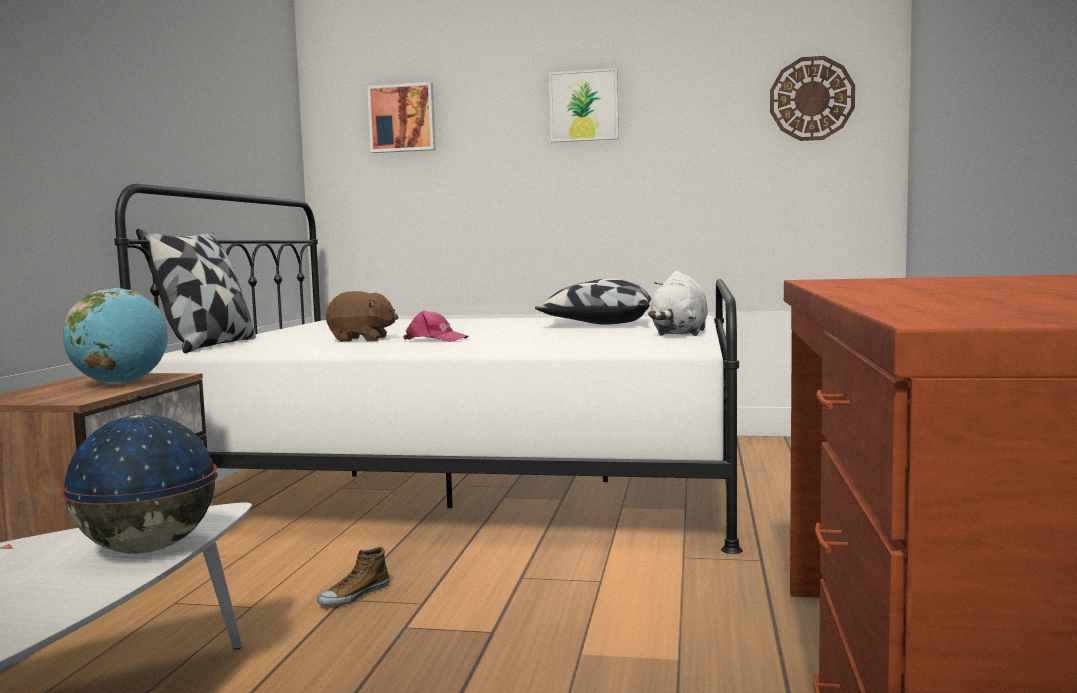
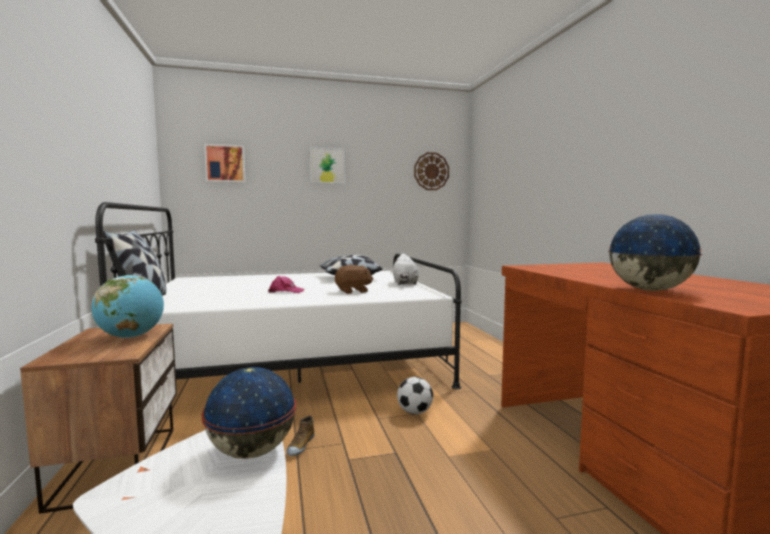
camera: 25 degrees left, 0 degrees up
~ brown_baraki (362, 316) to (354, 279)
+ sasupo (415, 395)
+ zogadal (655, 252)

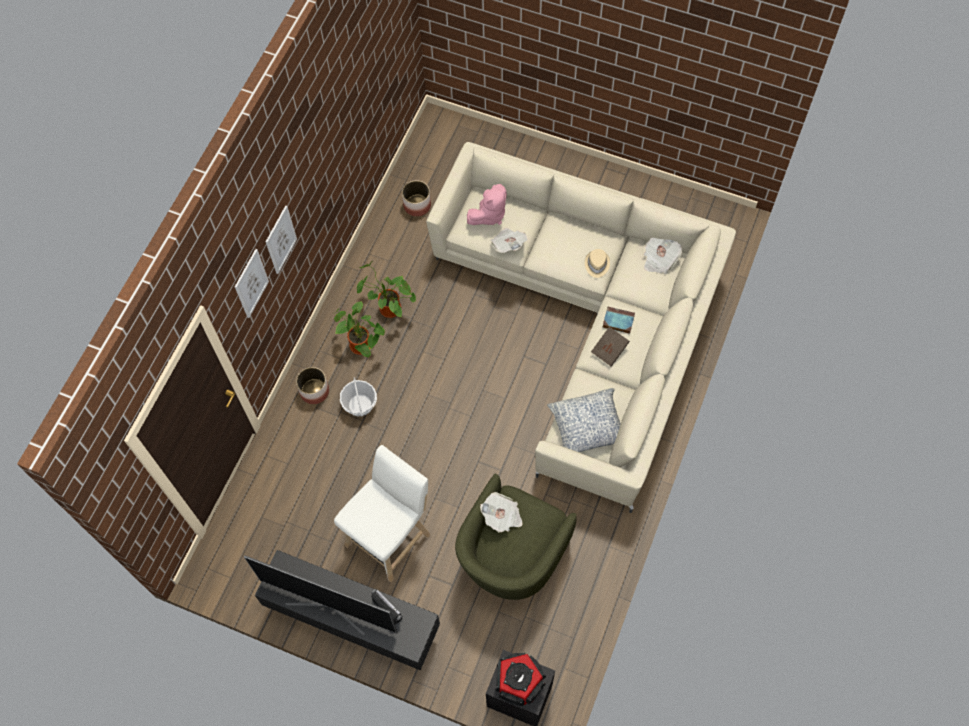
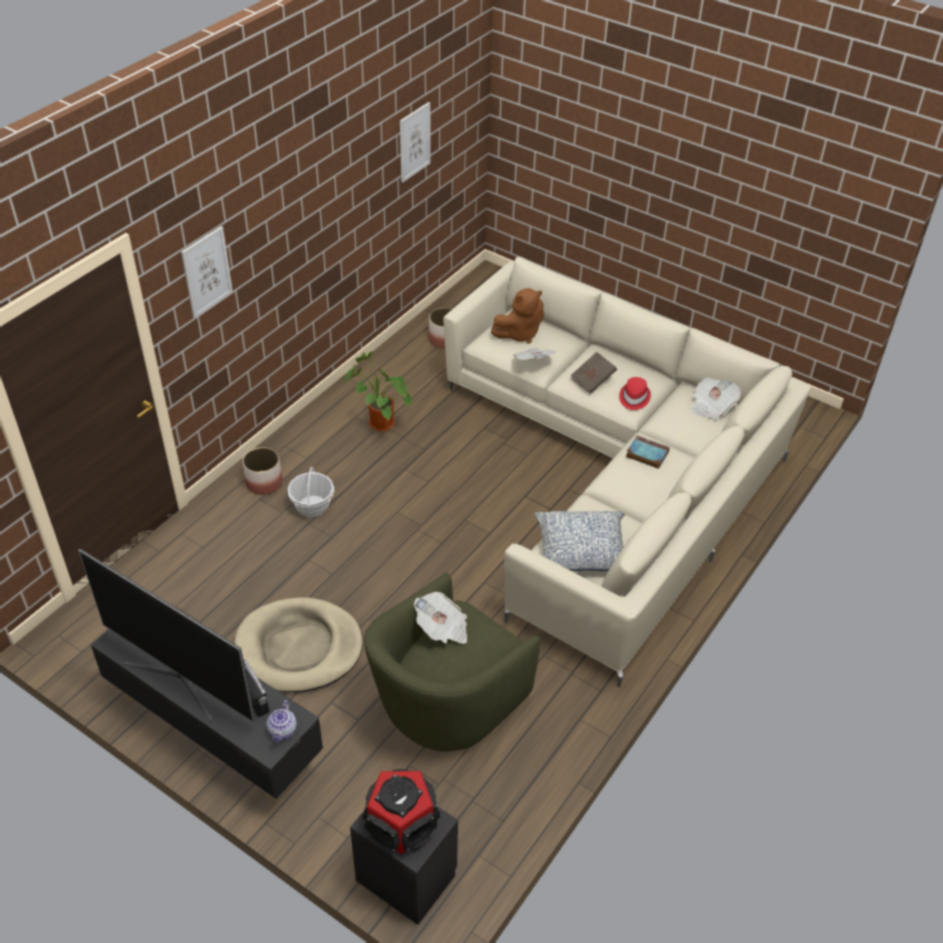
camera: 10 degrees right, 20 degrees down
~ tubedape (281, 239) to (415, 142)
- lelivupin (359, 329)
~ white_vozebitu (382, 513) to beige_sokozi (298, 644)
~ pink_baraki (487, 204) to brown_baraki (517, 316)
~ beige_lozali (597, 263) to red_lozali (635, 393)
~ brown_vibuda (610, 347) to (593, 373)
+ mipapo (282, 721)

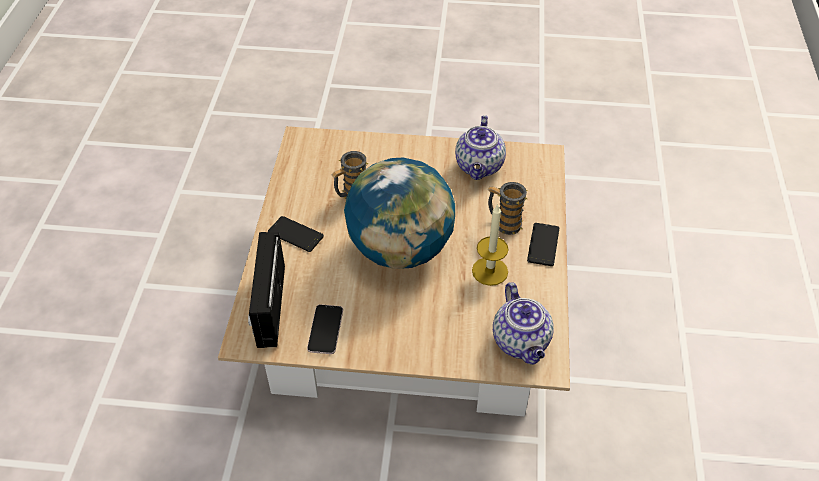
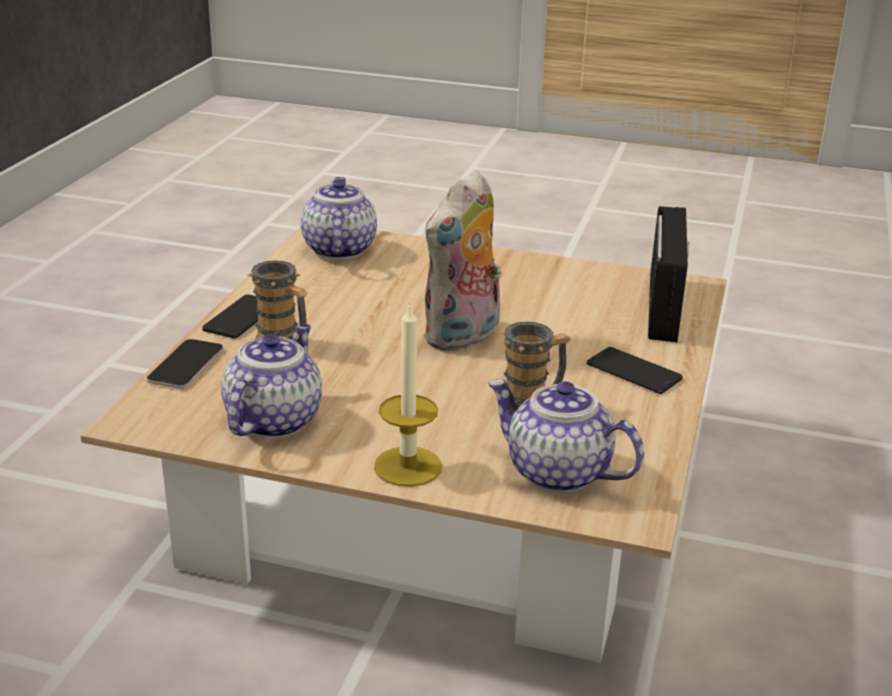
camera: 170 degrees left, 20 degrees down
~ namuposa (325, 329) to (185, 364)
~ zogadal (399, 213) to baraki (462, 260)
~ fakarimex (490, 245) to (408, 394)
+ mipapo (566, 436)

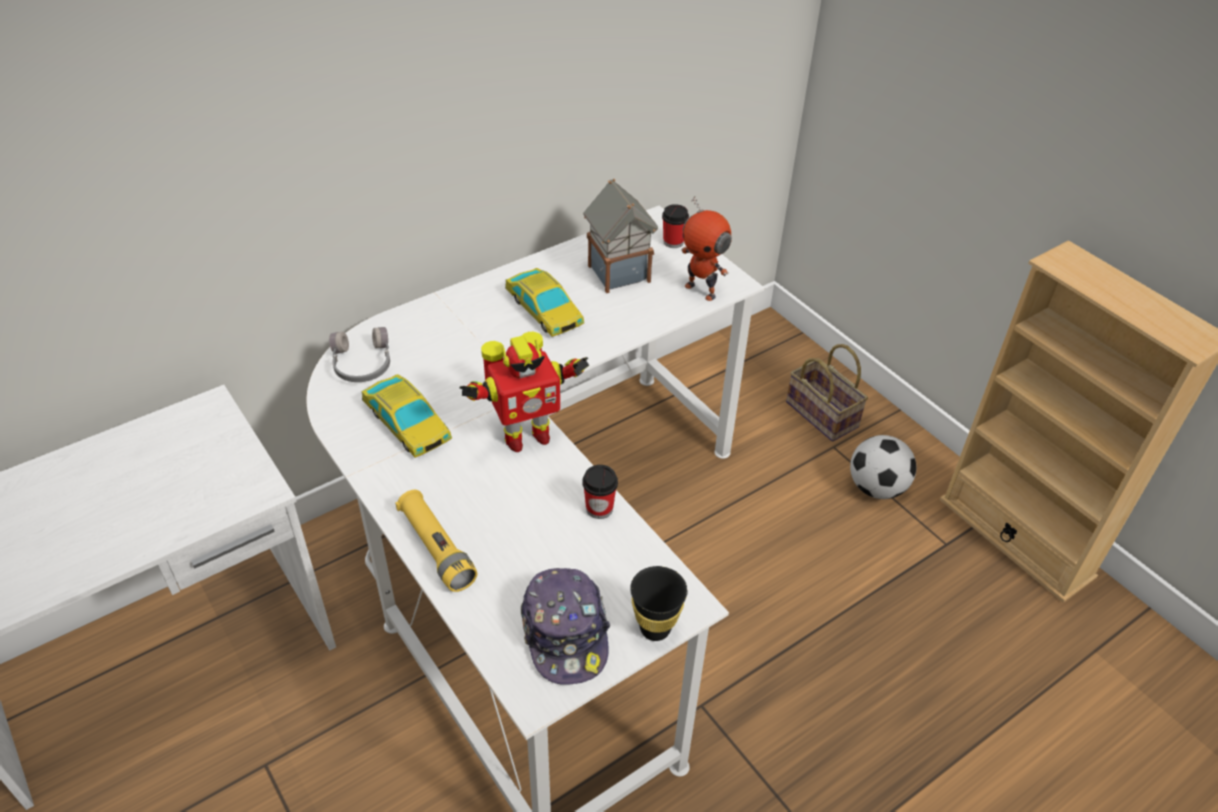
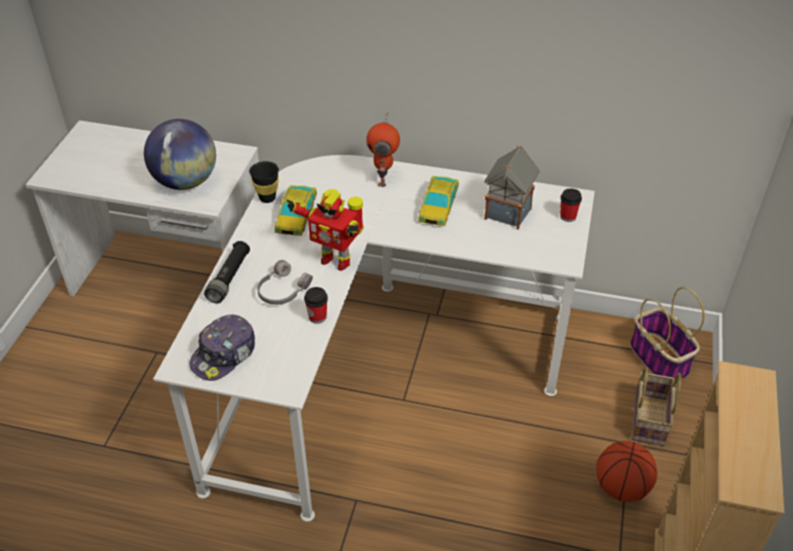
camera: 50 degrees right, 0 degrees up
~ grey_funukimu (359, 354) to (285, 282)
~ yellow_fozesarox (436, 541) to black_fozesarox (227, 272)
~ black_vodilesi (659, 603) to (264, 182)
~ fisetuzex (706, 248) to (383, 149)
~ sasupo (883, 467) to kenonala (626, 471)
+ zogadal (180, 154)
+ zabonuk (667, 334)

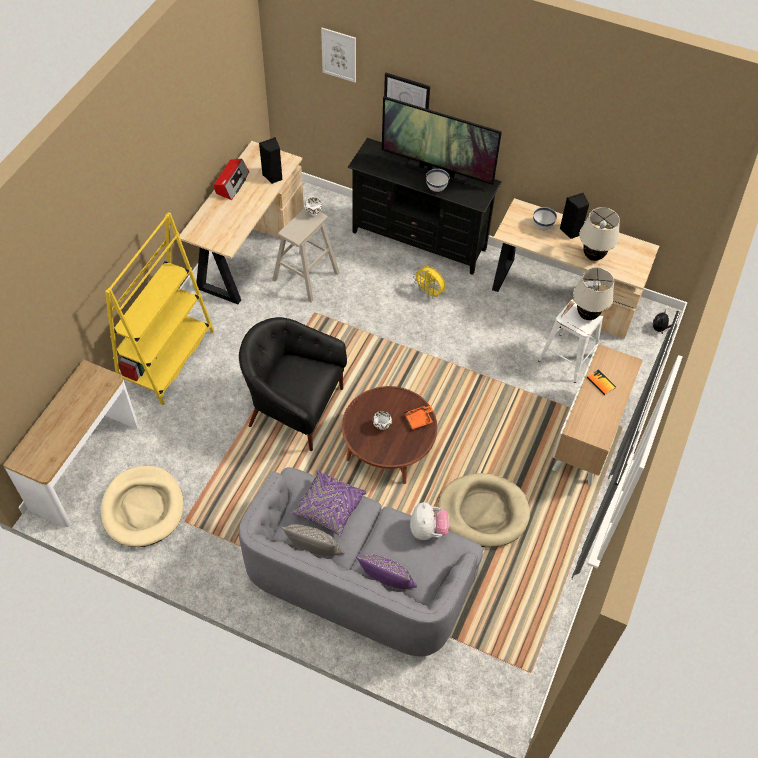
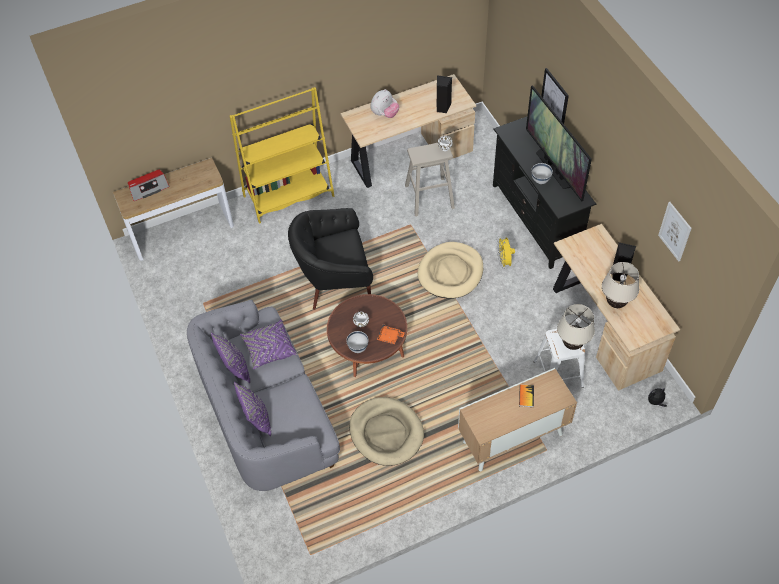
camera: 45 degrees right, 0 degrees up
~ beige_sokozi (142, 506) to (450, 270)
~ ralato (231, 179) to (149, 185)
~ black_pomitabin (293, 384) = (330, 259) 75 degrees counterclockwise
~ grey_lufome (313, 540) to purple_lufome (230, 357)
~ tubedape (338, 55) to (675, 231)
~ baraki (429, 521) to (385, 103)
~ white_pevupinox (545, 218) to (357, 342)

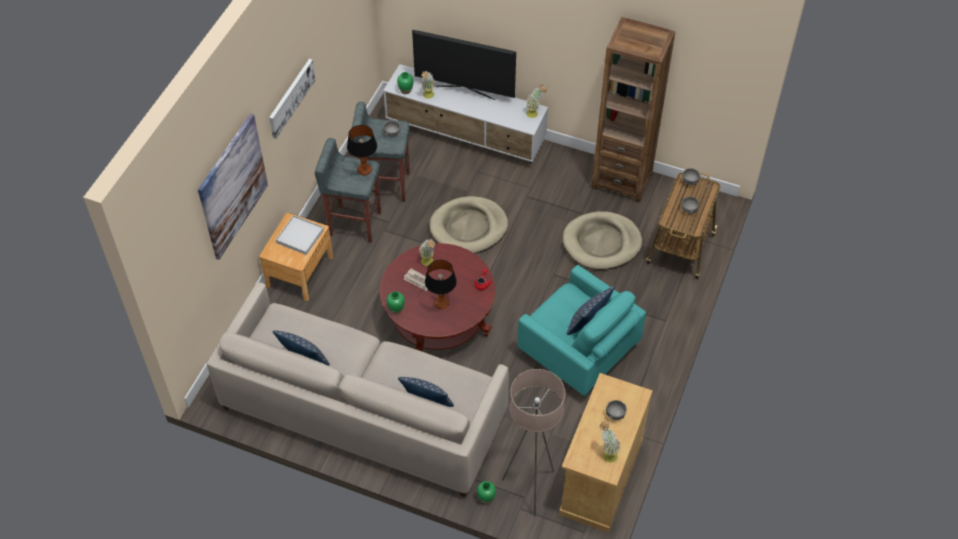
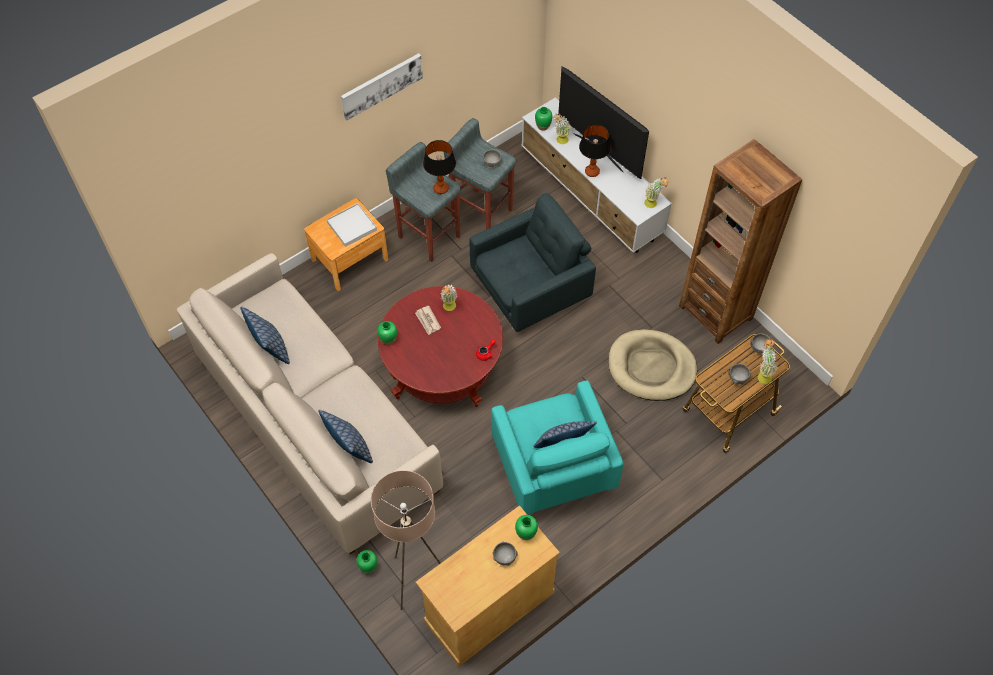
camera: 30 degrees right, 5 degrees up
- tubedape (233, 187)
~ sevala (441, 284) to (595, 151)
~ beige_sokozi (469, 225) to grey_pomitabin (532, 262)
~ lelivupin (610, 441) to (768, 361)
+ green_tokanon (526, 527)

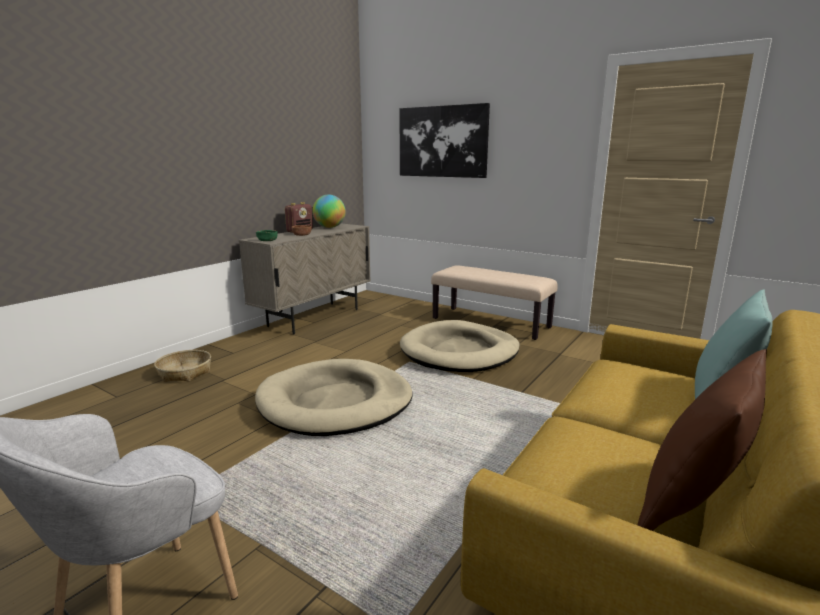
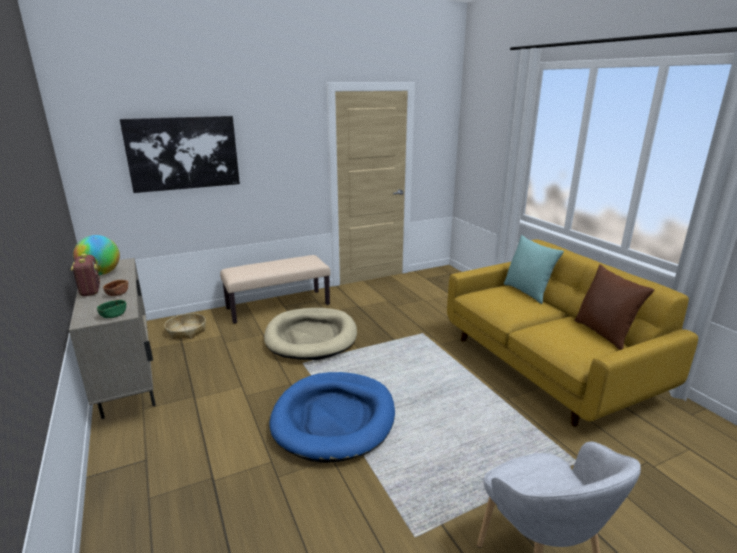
camera: 60 degrees left, 5 degrees up
~ zabonuk (182, 366) to (185, 326)
~ beige_sokozi (334, 397) to blue_sokozi (332, 417)

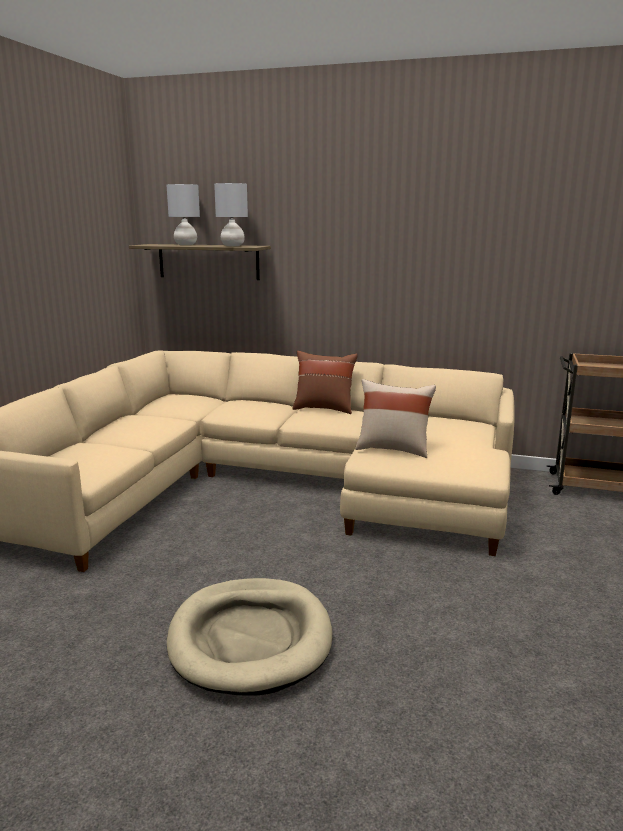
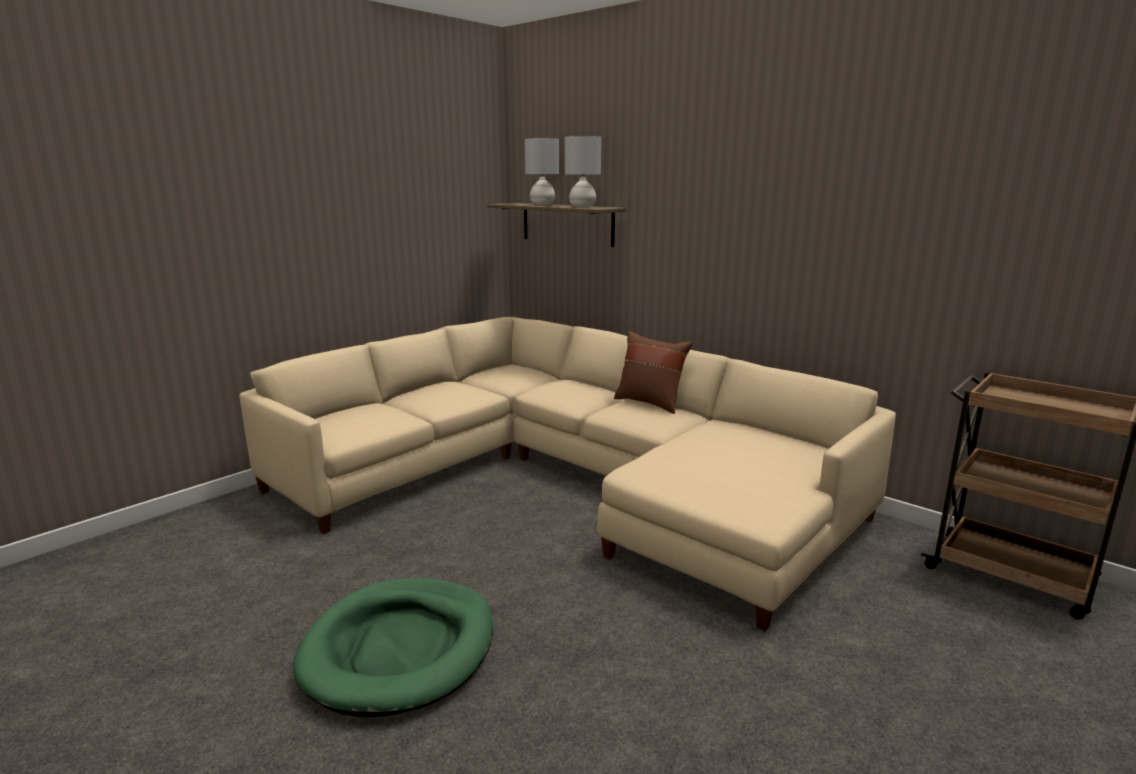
camera: 25 degrees right, 0 degrees up
~ beige_sokozi (249, 636) to green_sokozi (393, 647)
- beige_lufome (395, 418)

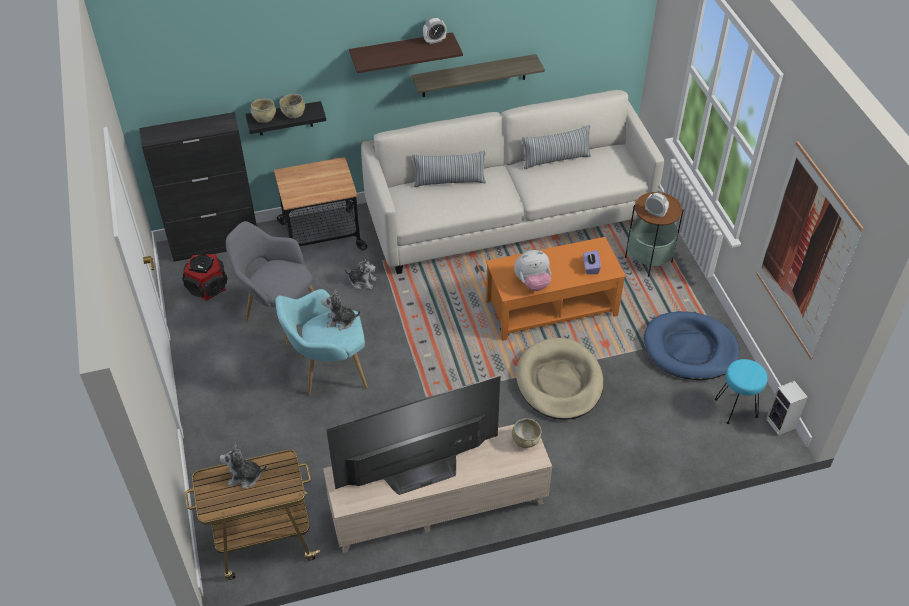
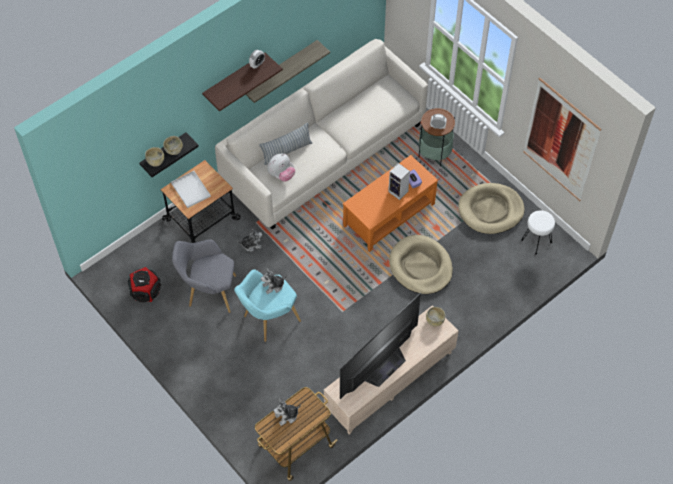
camera: 25 degrees left, 10 degrees up
- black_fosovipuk (198, 187)
~ baraki (532, 270) to (281, 167)
- lufome (556, 147)
~ blue_sokozi (692, 345) to beige_sokozi (491, 208)
~ turquoise_vozebitu (741, 391) to white_vozebitu (538, 232)
~ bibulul (787, 408) to (399, 181)
+ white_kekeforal (191, 189)

